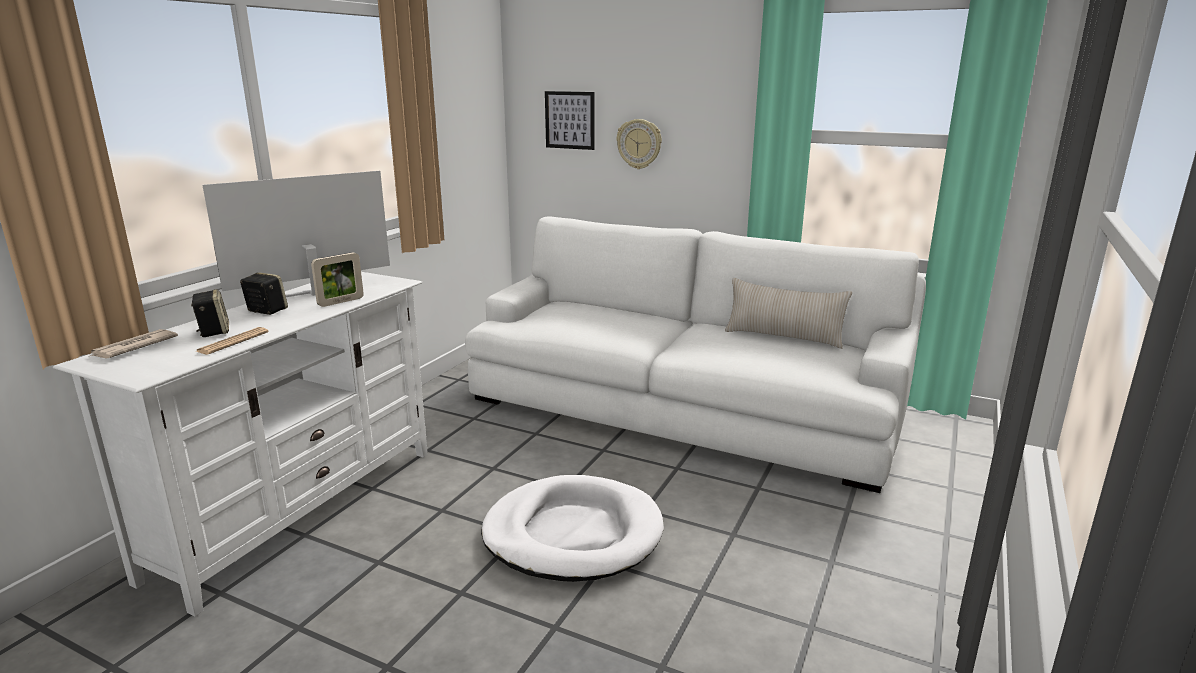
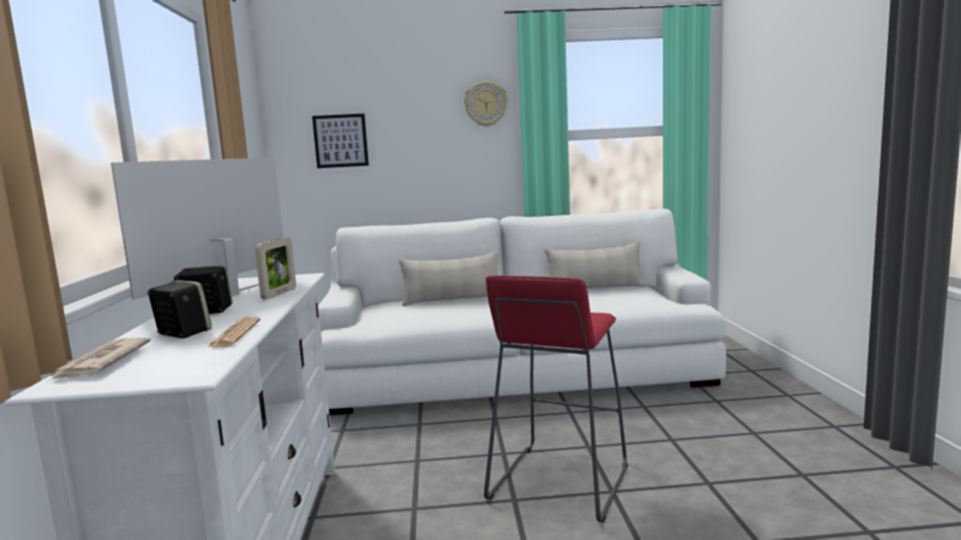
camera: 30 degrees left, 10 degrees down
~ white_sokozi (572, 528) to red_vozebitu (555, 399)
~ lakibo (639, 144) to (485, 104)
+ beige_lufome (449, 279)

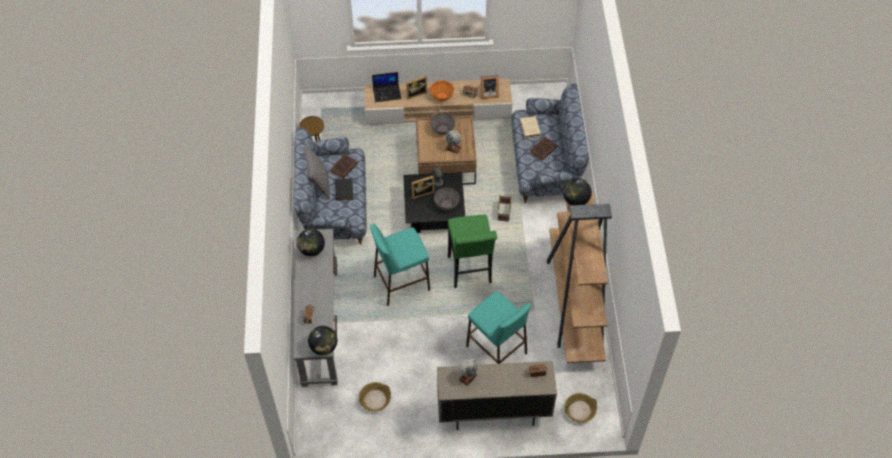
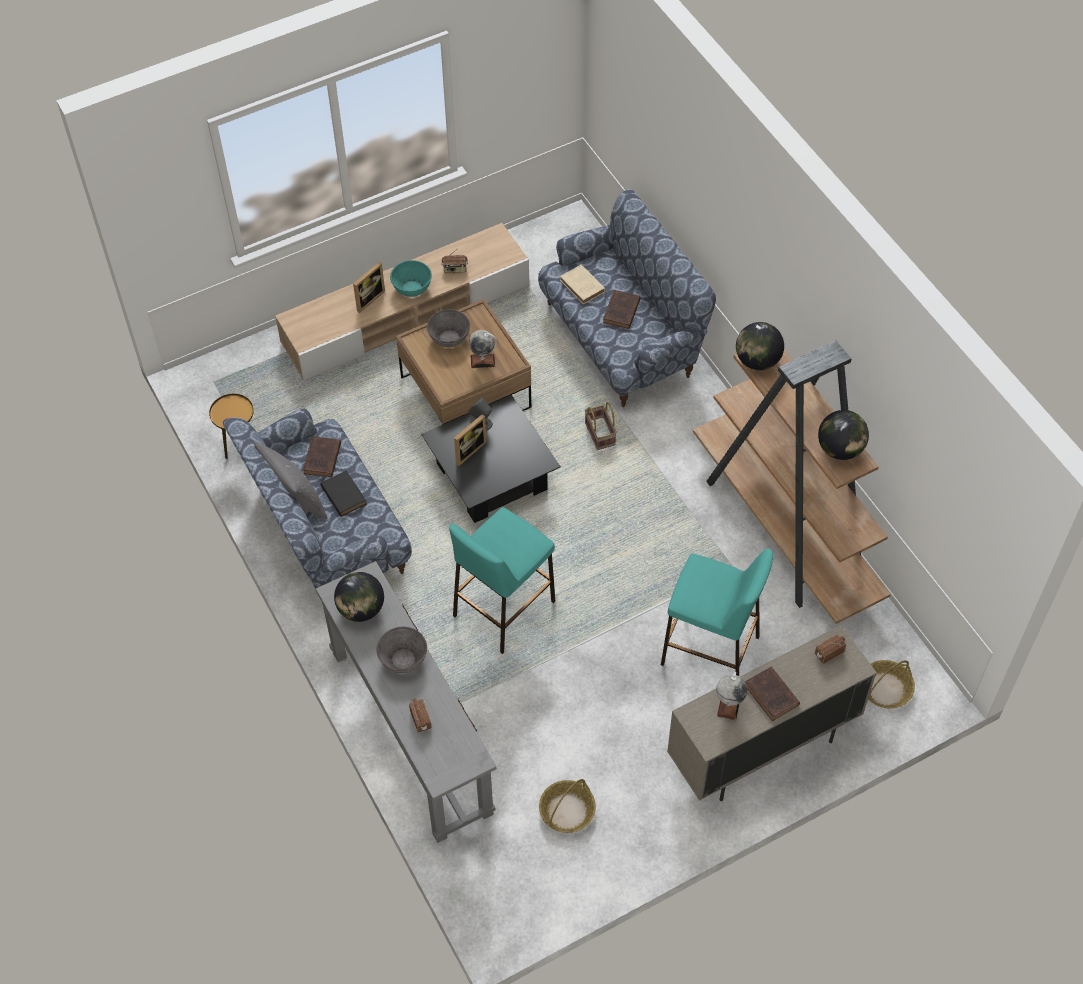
camera: 25 degrees left, 0 degrees up
~ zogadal (322, 340) to (843, 435)
- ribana (386, 87)
~ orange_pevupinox (442, 90) to turquoise_pevupinox (411, 278)
~ grey_pevupinox (447, 199) to (402, 650)
- green_vozebitu (472, 251)
- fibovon (490, 87)
+ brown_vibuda (772, 693)

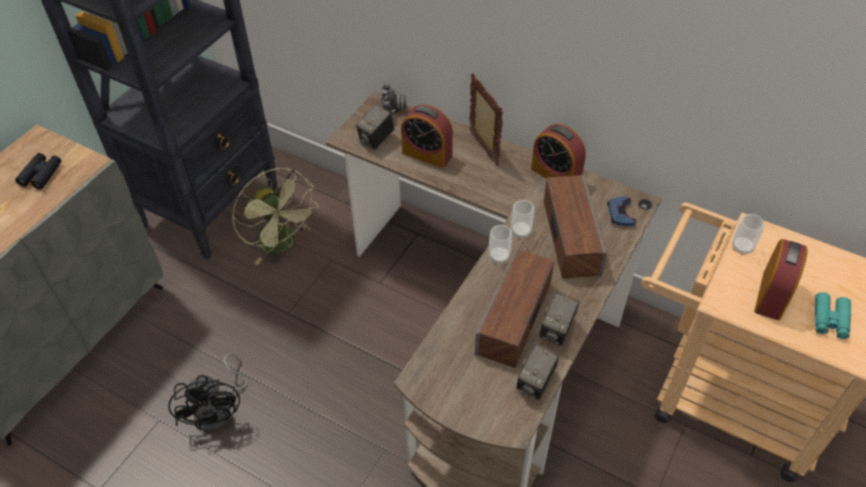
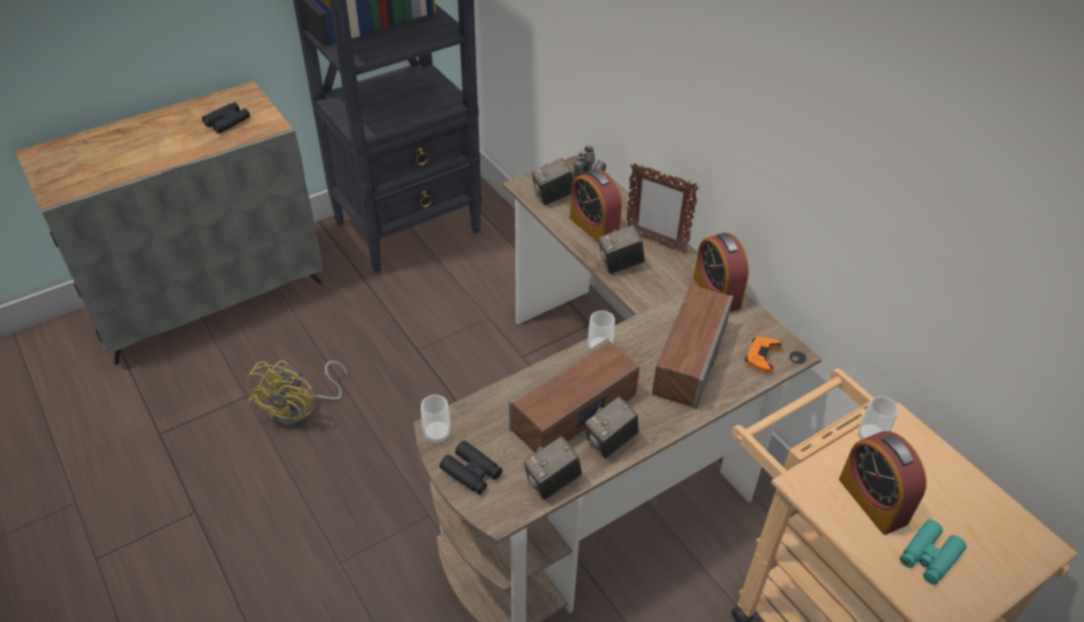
camera: 25 degrees right, 5 degrees down
~ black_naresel (208, 392) to yellow_naresel (297, 394)
- green_naresel (275, 216)
~ fibovon (486, 119) = (663, 208) 120 degrees clockwise
~ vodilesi (522, 219) to (435, 419)
~ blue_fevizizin (621, 211) to orange_fevizizin (763, 355)
~ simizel (781, 279) = (883, 483) 105 degrees clockwise
+ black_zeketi (471, 468)
+ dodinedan (622, 249)

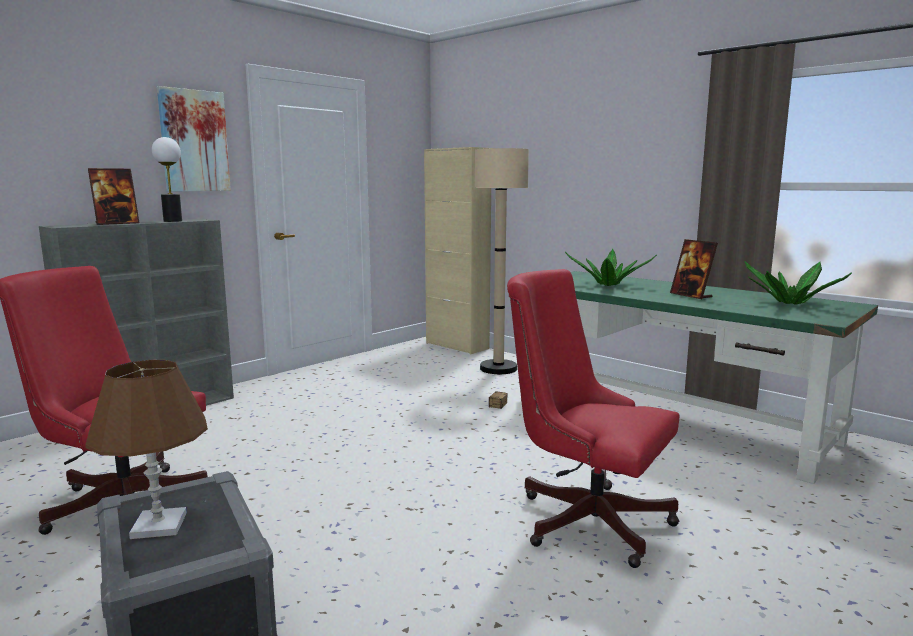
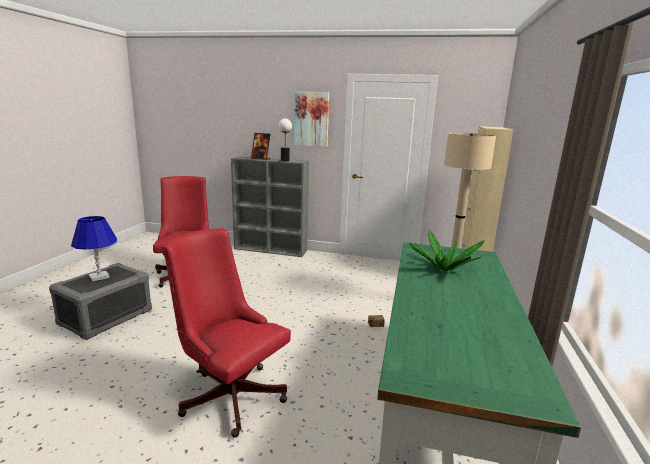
camera: 60 degrees right, 5 degrees up
~ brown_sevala (146, 449) to blue_sevala (94, 248)
~ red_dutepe (593, 418) = (226, 333) 60 degrees counterclockwise
- fibovon (694, 269)
- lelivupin (798, 283)

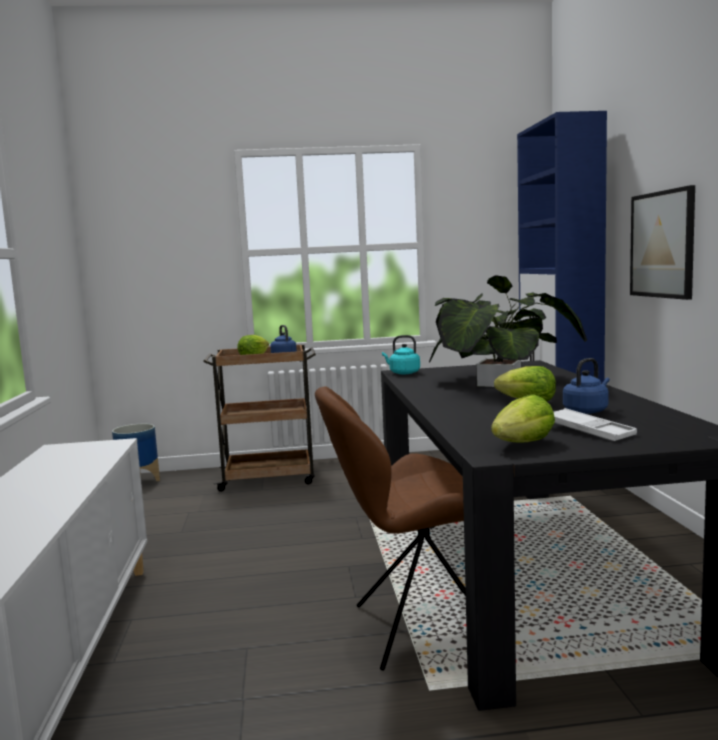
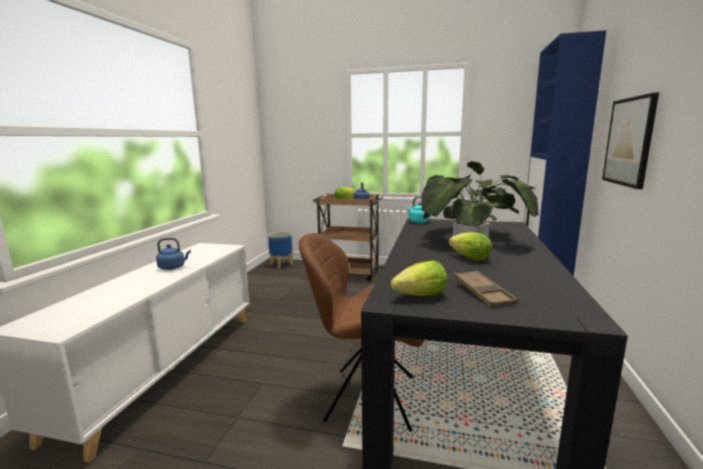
camera: 20 degrees right, 5 degrees up
~ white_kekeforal (595, 424) to brown_kekeforal (485, 289)
~ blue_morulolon (586, 386) to (173, 254)

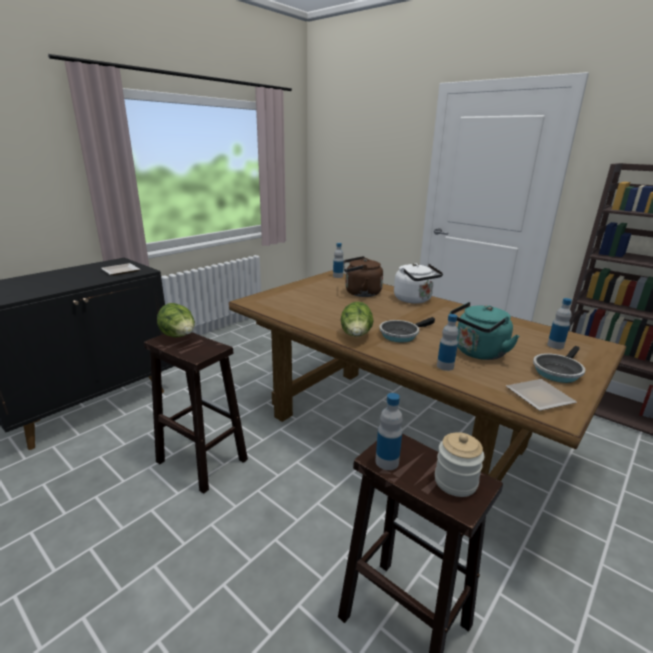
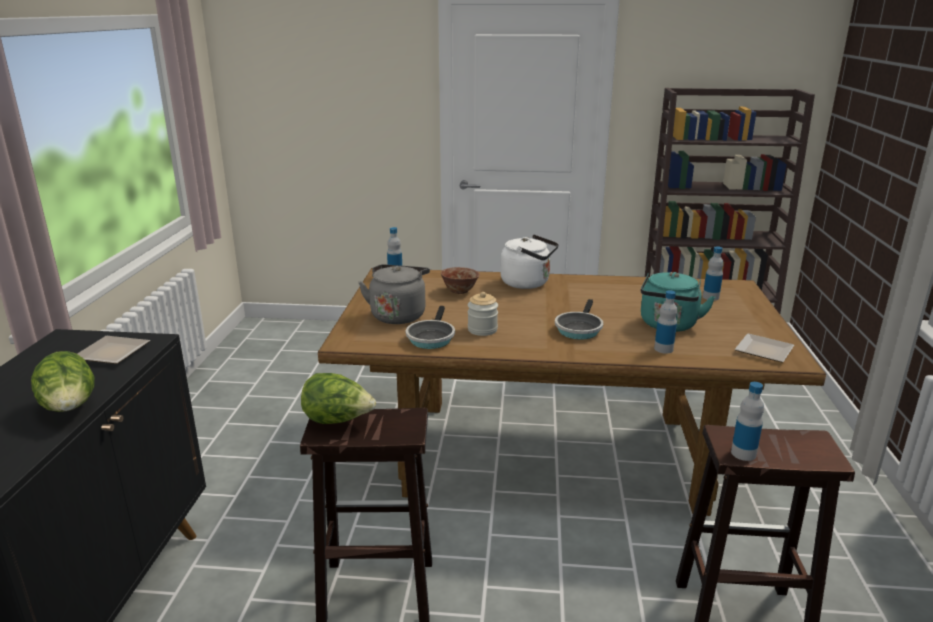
camera: 35 degrees left, 0 degrees up
~ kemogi (357, 319) to (63, 381)
~ brown_morulolon (363, 276) to pevupinox (460, 280)
~ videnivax (459, 464) to (483, 314)
~ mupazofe (559, 364) to (430, 327)
+ grey_morulolon (394, 294)

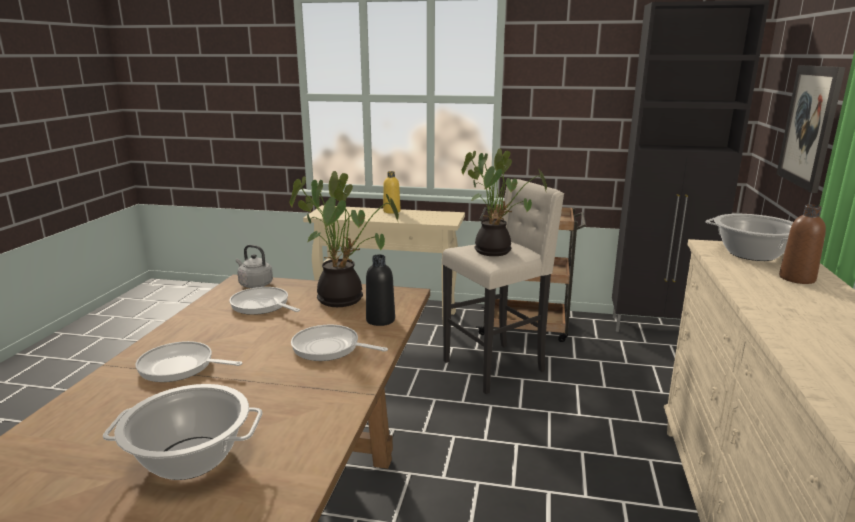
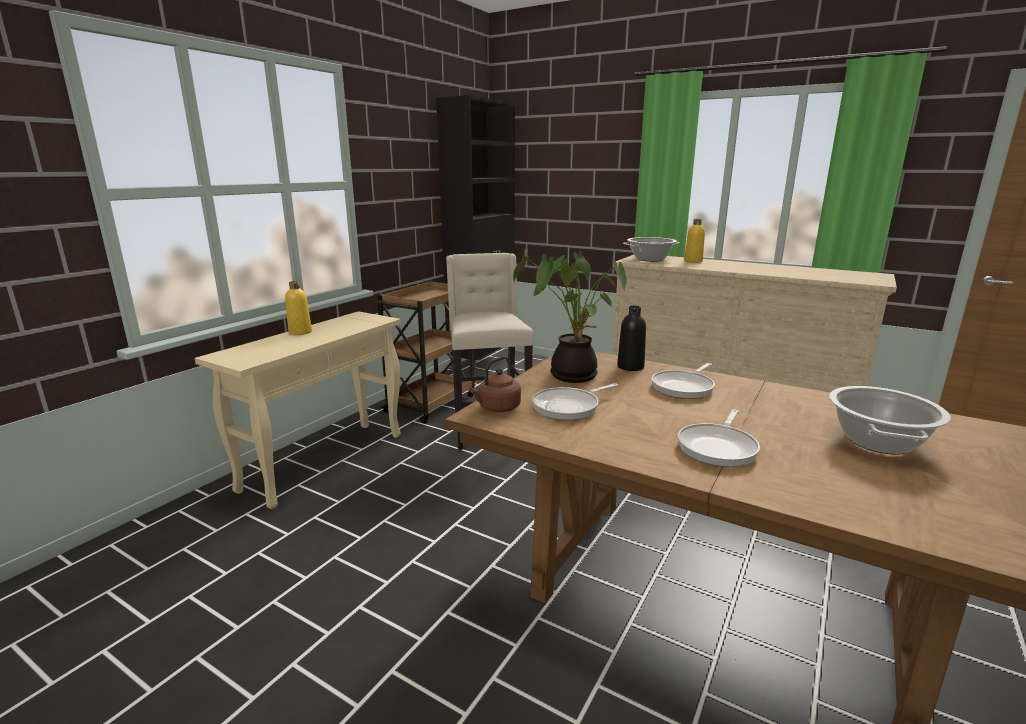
camera: 70 degrees left, 0 degrees up
~ grey_morulolon (254, 266) to brown_morulolon (495, 384)
- lelivupin (504, 202)
- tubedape (811, 129)
~ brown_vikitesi (802, 244) to yellow_vikitesi (694, 241)

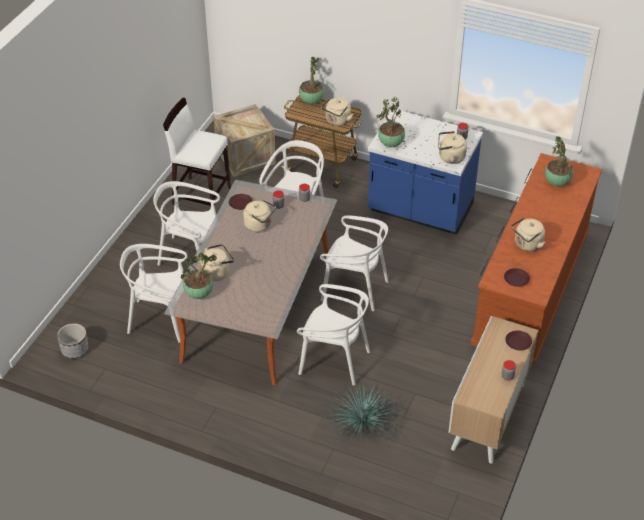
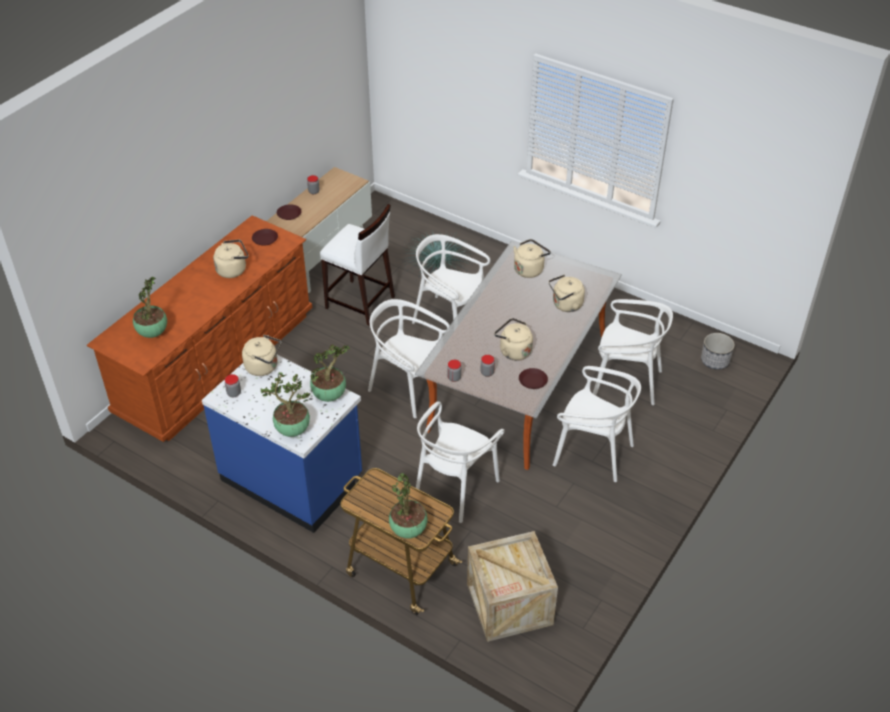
camera: 170 degrees left, 0 degrees up
~ white_vozebitu (197, 152) to (357, 264)
~ lelivupin (199, 275) to (285, 404)
~ beige_morulolon (337, 111) to (532, 258)

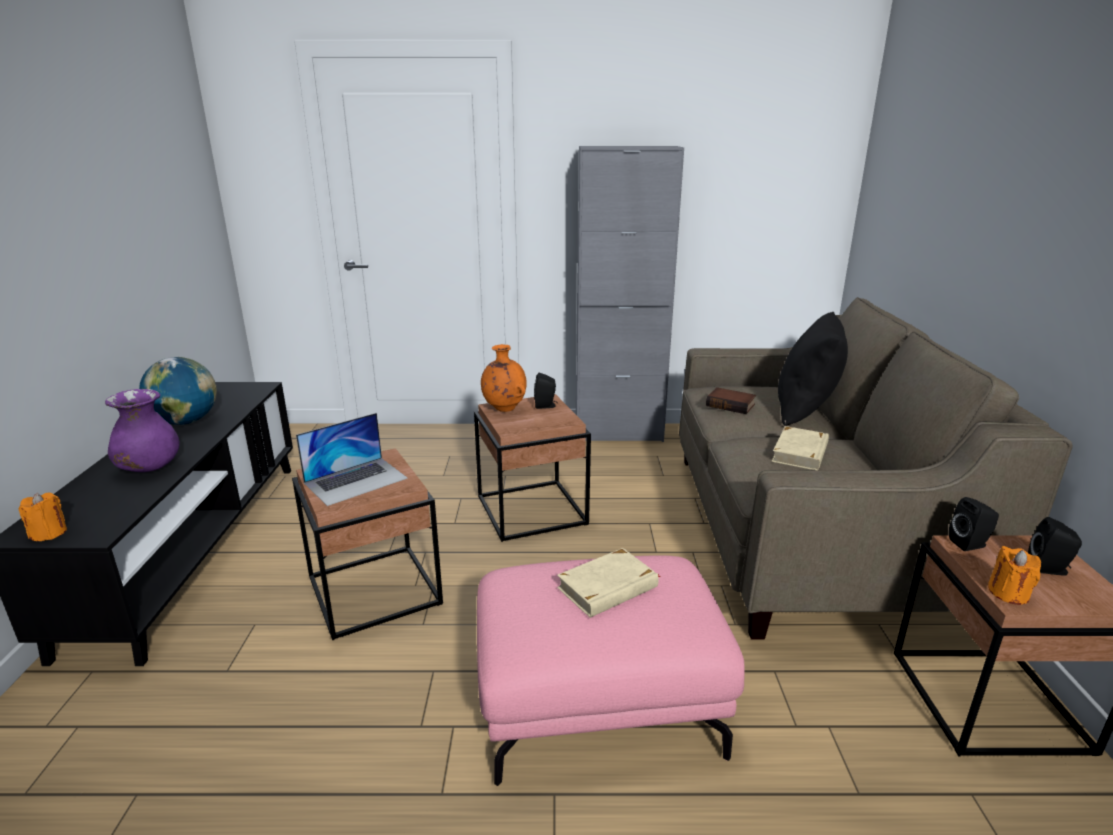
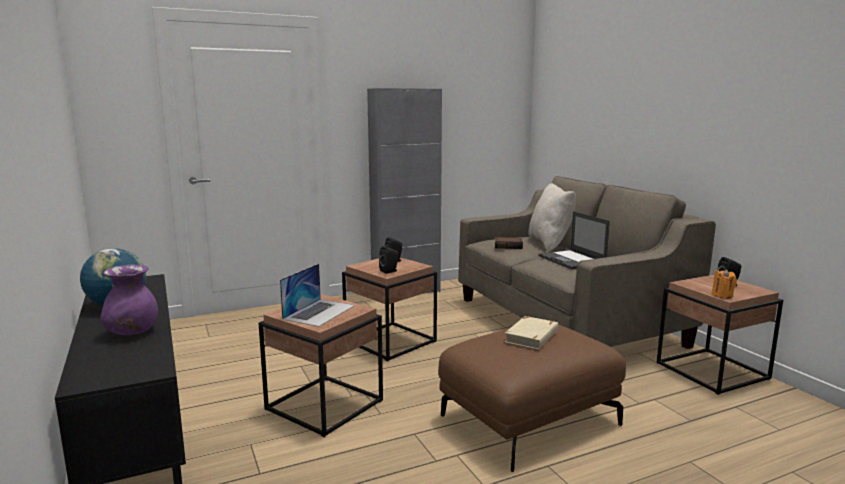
camera: 25 degrees left, 10 degrees down
- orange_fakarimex (43, 517)
~ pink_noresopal (610, 670) to brown_noresopal (532, 398)
- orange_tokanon (504, 378)
~ beige_vibuda (800, 448) to ribana (574, 240)
~ black_lufome (813, 369) to beige_lufome (552, 217)
~ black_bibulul (974, 524) to (388, 260)

